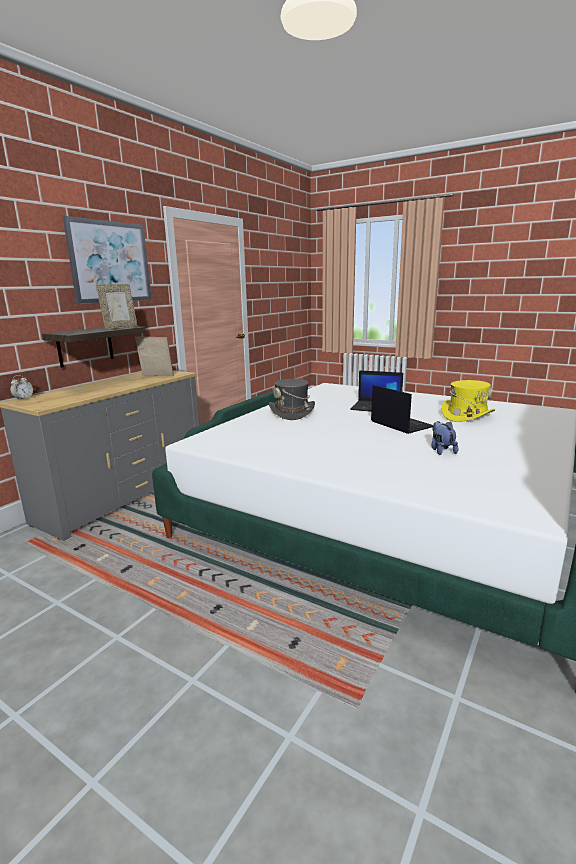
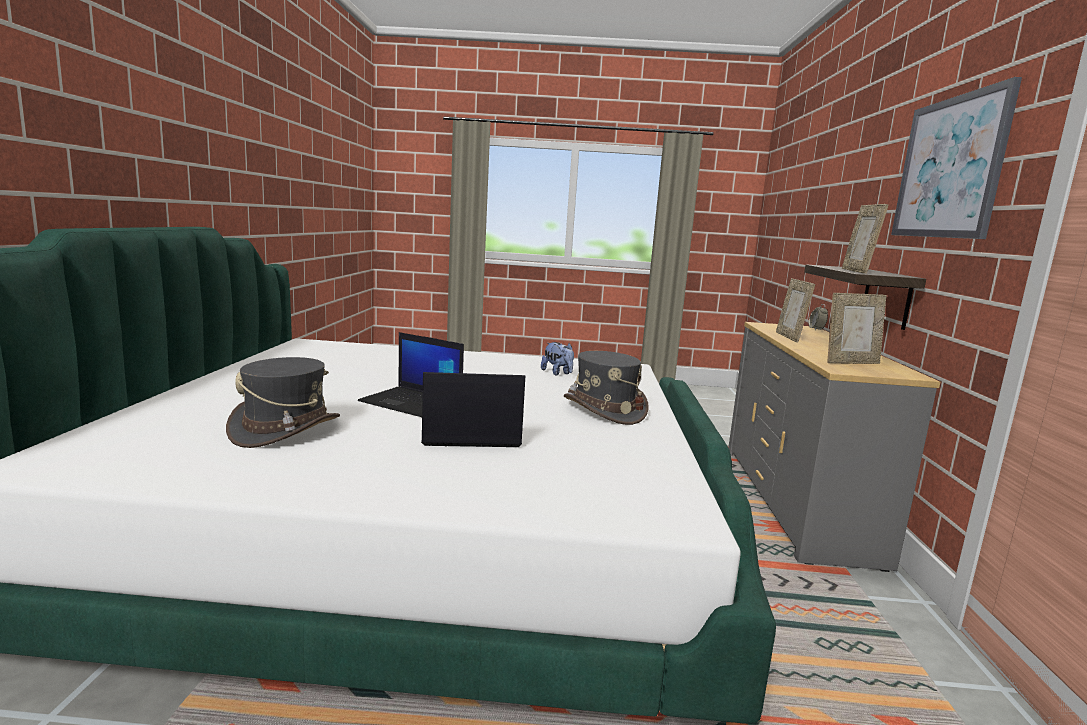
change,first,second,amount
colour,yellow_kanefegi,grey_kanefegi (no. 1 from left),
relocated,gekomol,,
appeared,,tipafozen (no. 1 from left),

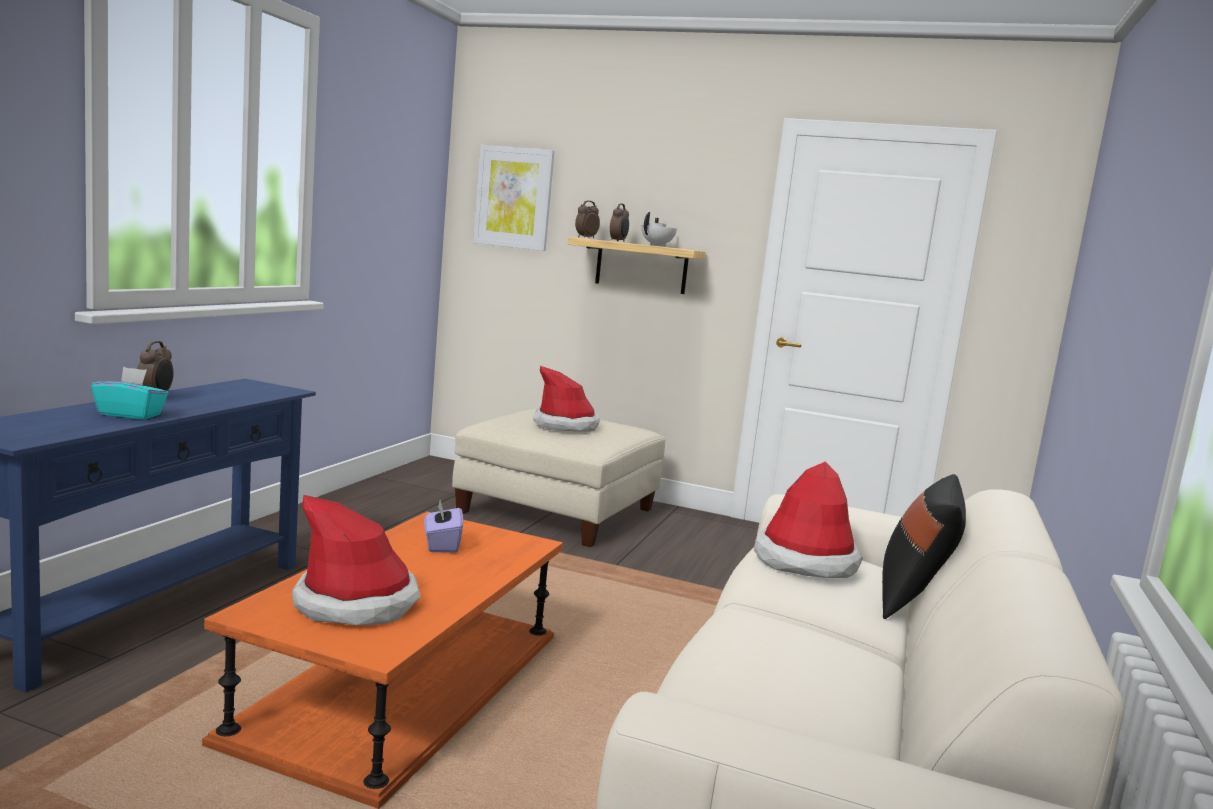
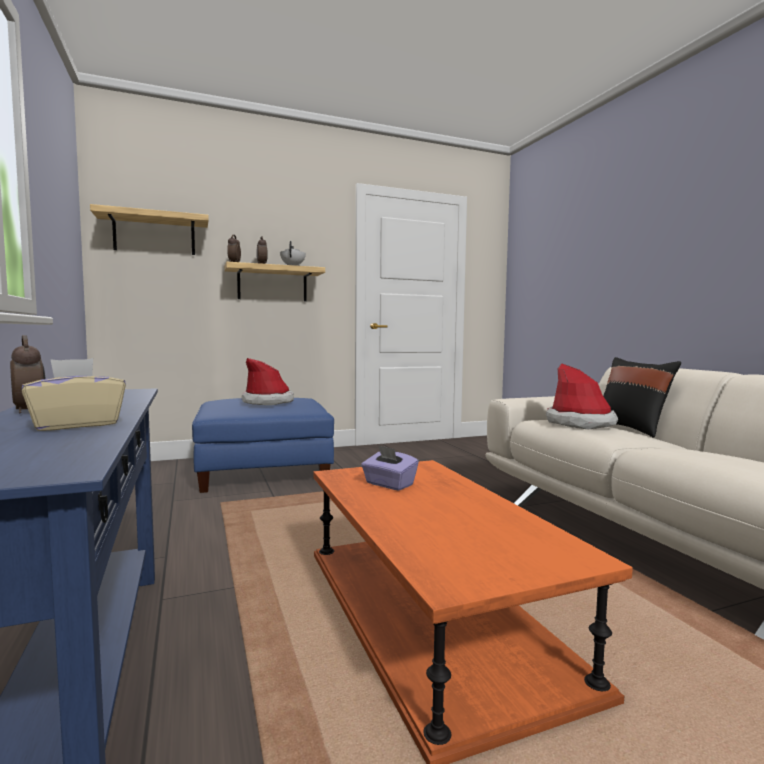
change,first,second,amount
colour,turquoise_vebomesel,beige_vebomesel,
exchanged,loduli,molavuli (no. 1 from left),
colour,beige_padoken,blue_padoken,
missing,kanefegi (no. 1 from left),,

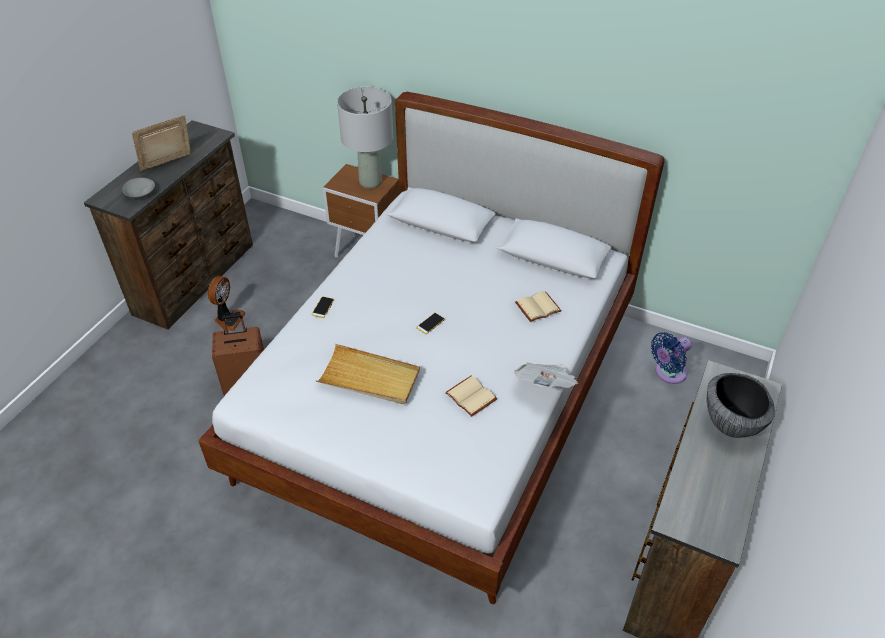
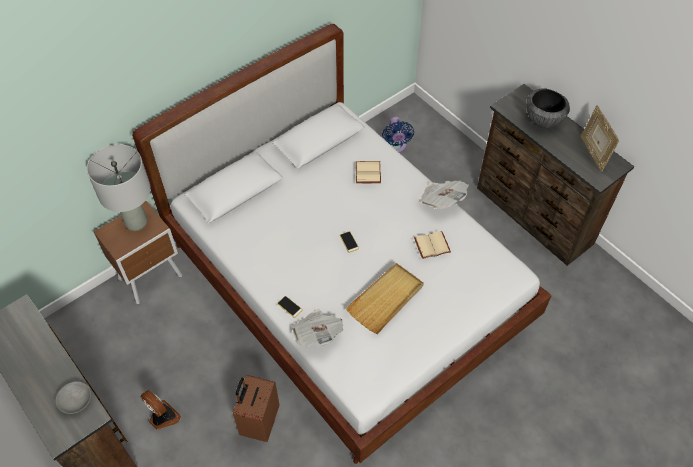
change,first,second,amount
appeared,,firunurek (no. 1 from left),
relocated,tipafozen,,

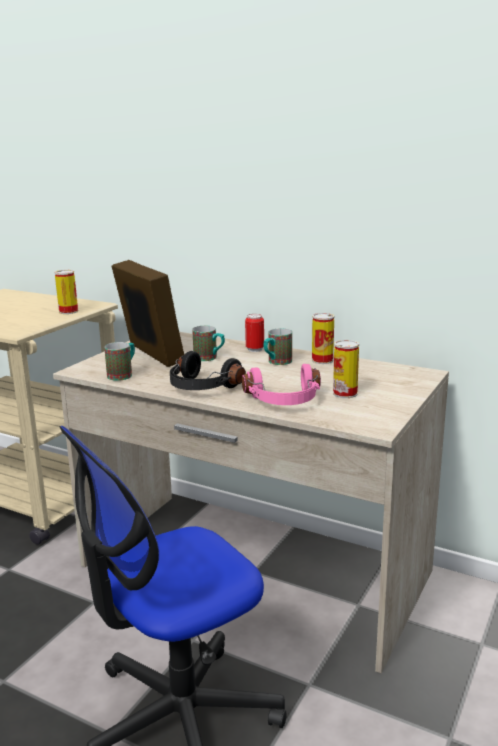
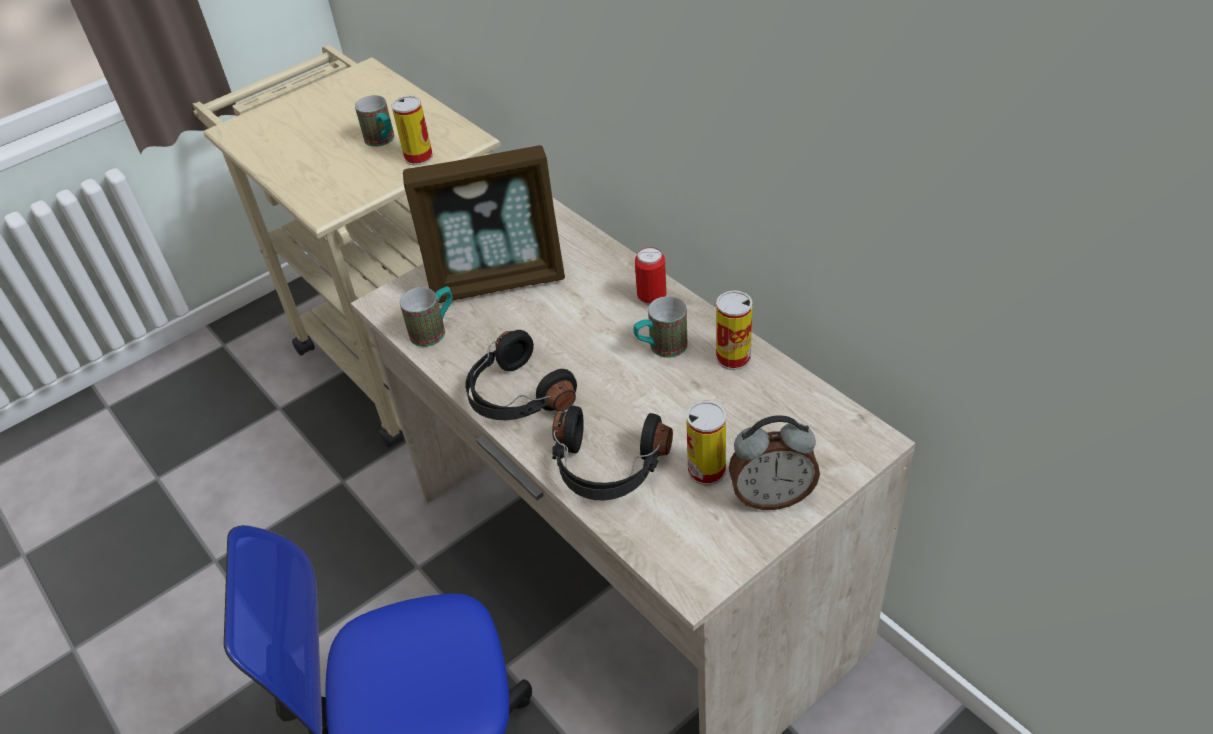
change,first,second,amount
relocated,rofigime (no. 2 from left in the first image),rofigime (no. 1 from left),
spun,tipafozen,,90 degrees clockwise
colour,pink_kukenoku,black_kukenoku (no. 2 from left),
appeared,,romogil,

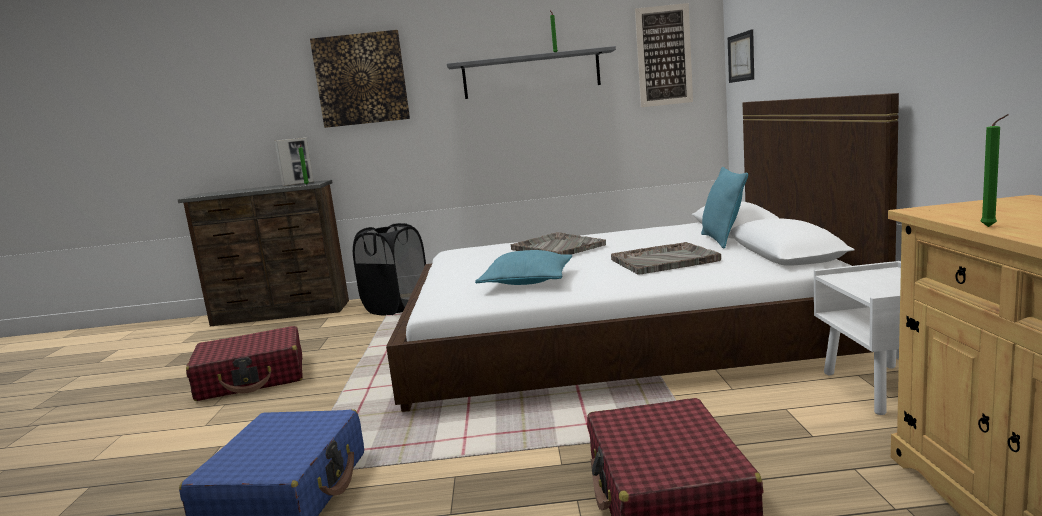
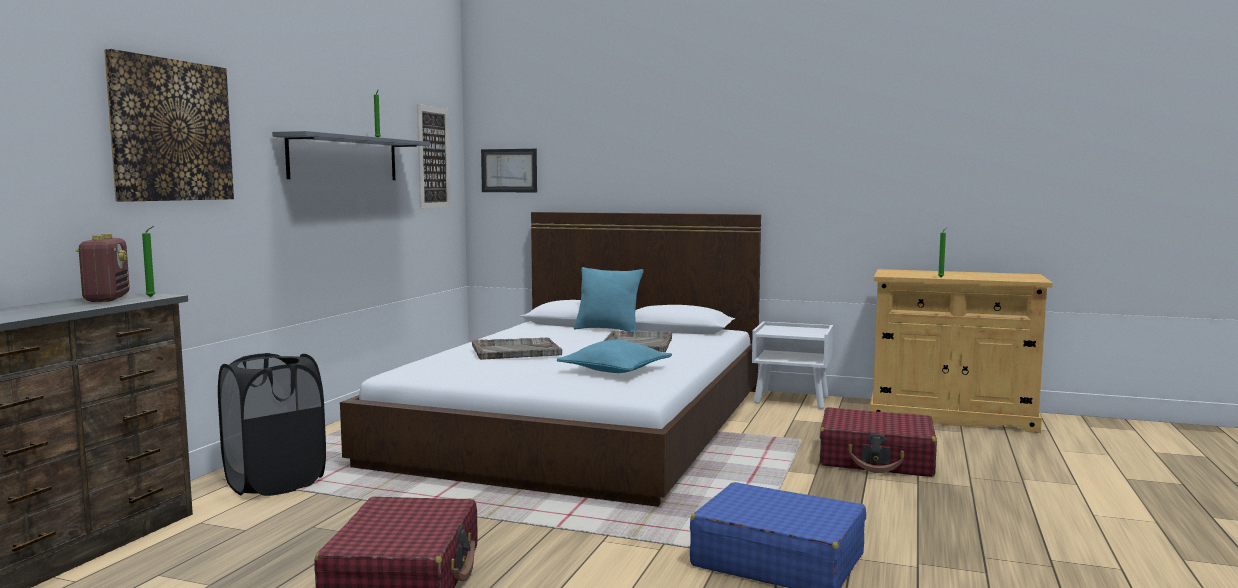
change,first,second,amount
exchanged,tipafozen,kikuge,

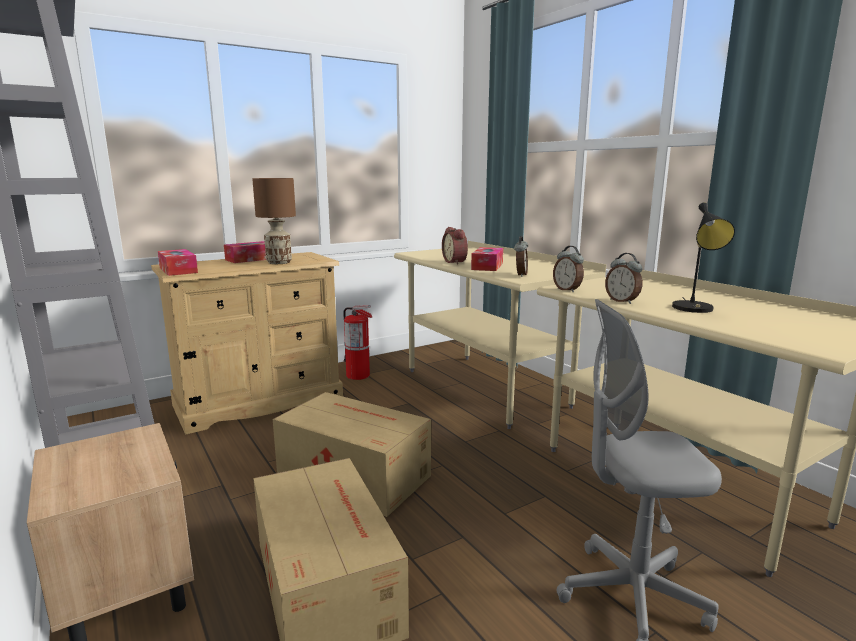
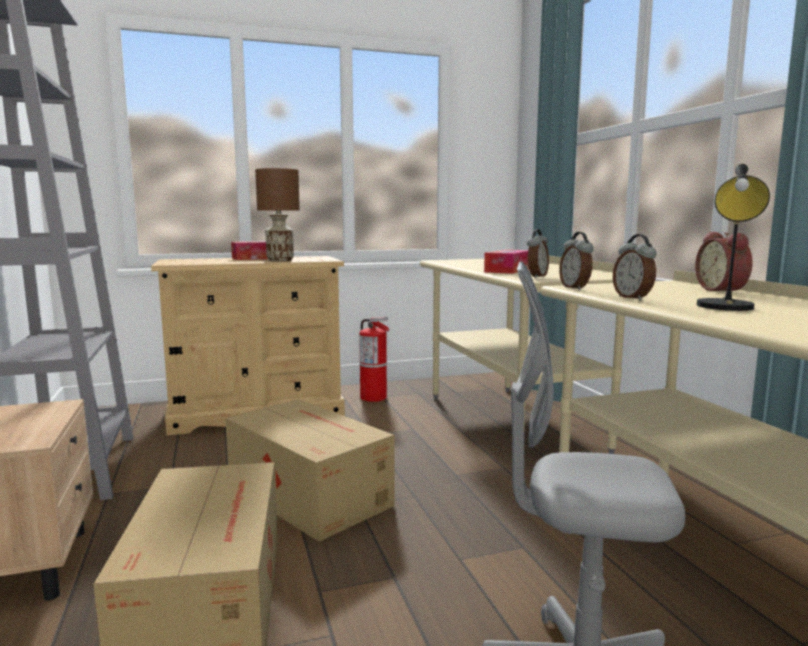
change,first,second,amount
relocated,romogil (no. 1 from left in the first image),romogil (no. 4 from left),
missing,vebomesel (no. 1 from left),,

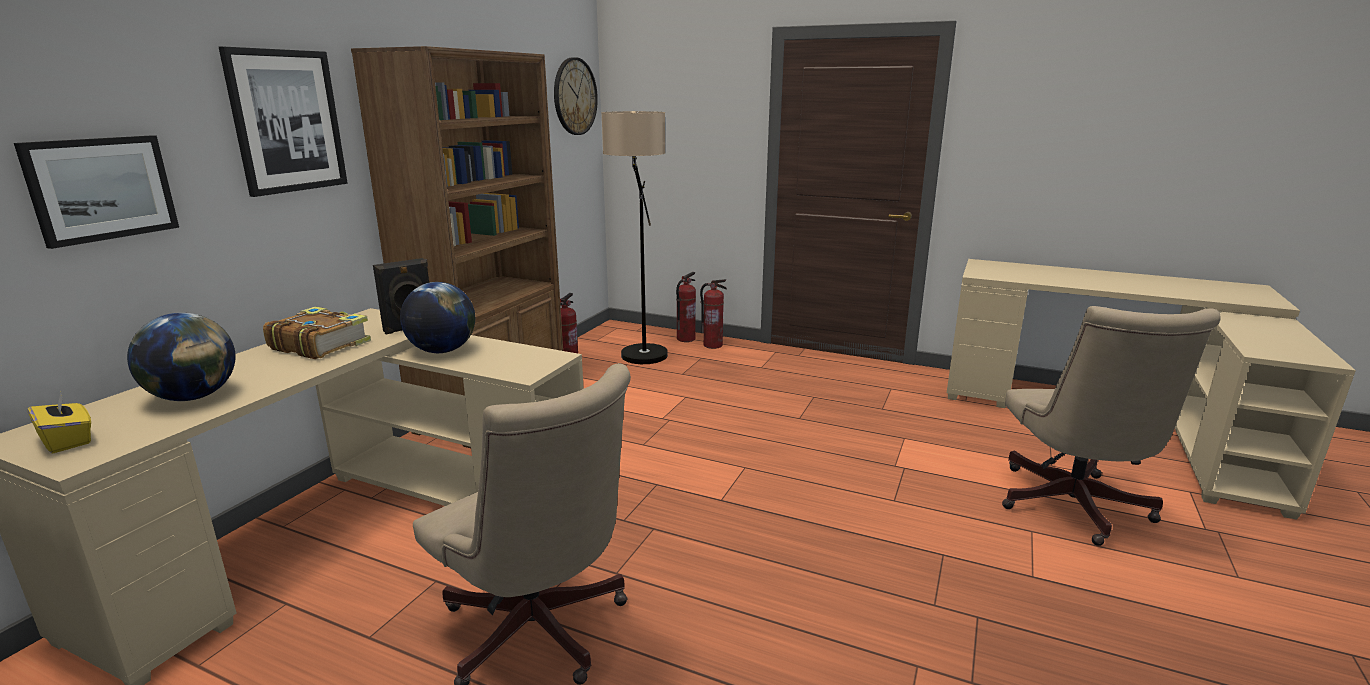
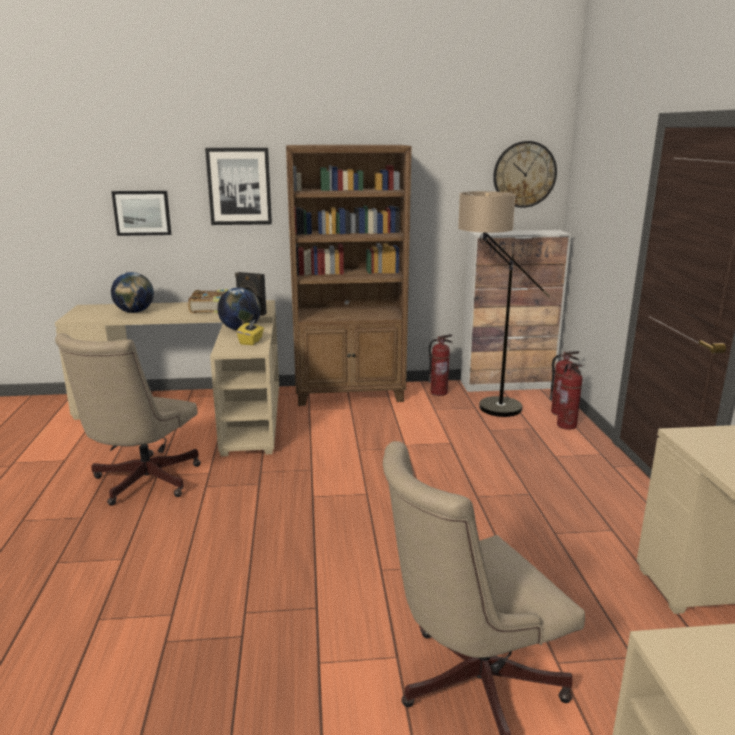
change,first,second,amount
relocated,yellow_vebomesel,,
appeared,,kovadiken,

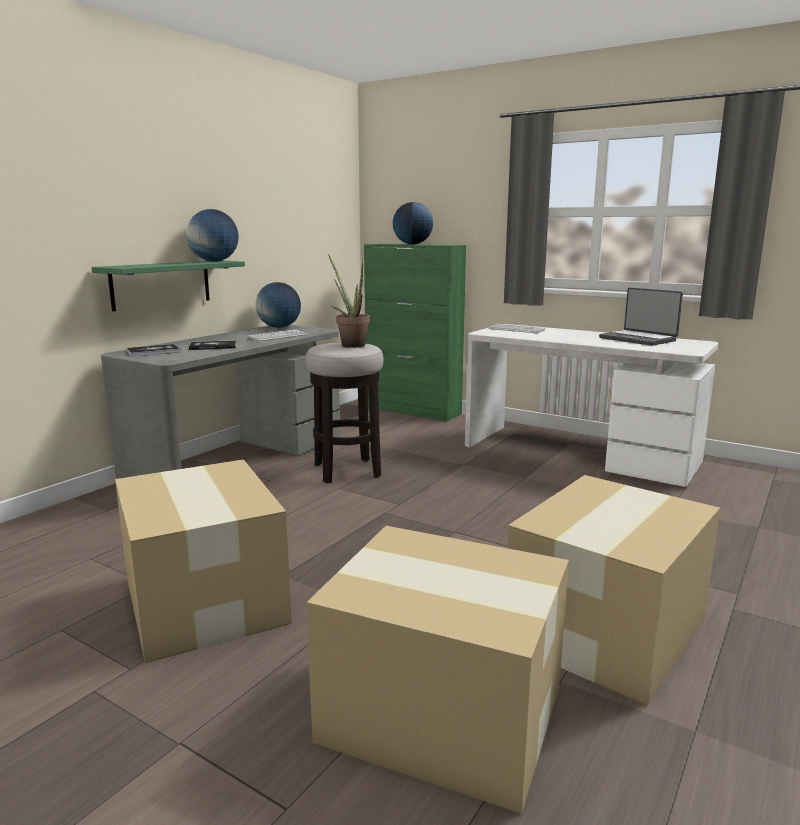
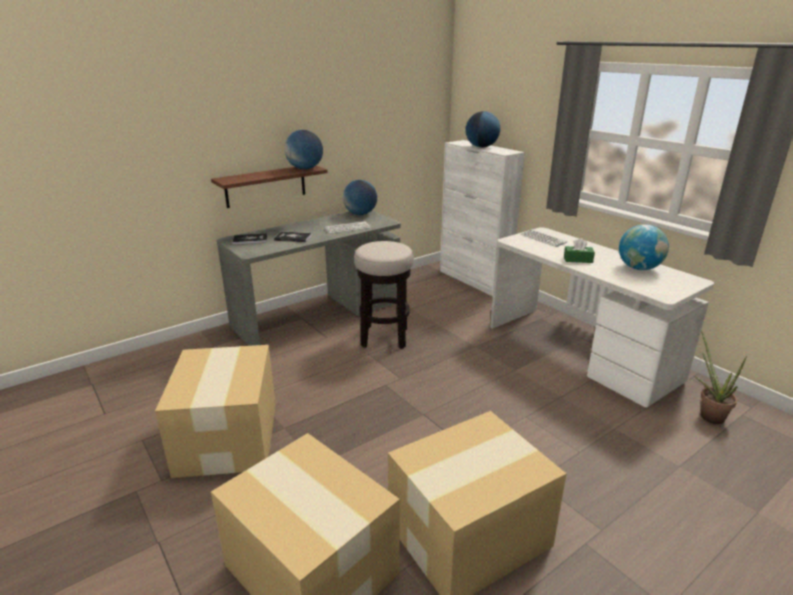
change,first,second,amount
colour,green_molavuli,brown_molavuli,
colour,green_kovadiken,white_kovadiken,
appeared,,green_vebomesel,
exchanged,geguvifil,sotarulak (no. 4 from left),
relocated,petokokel,,

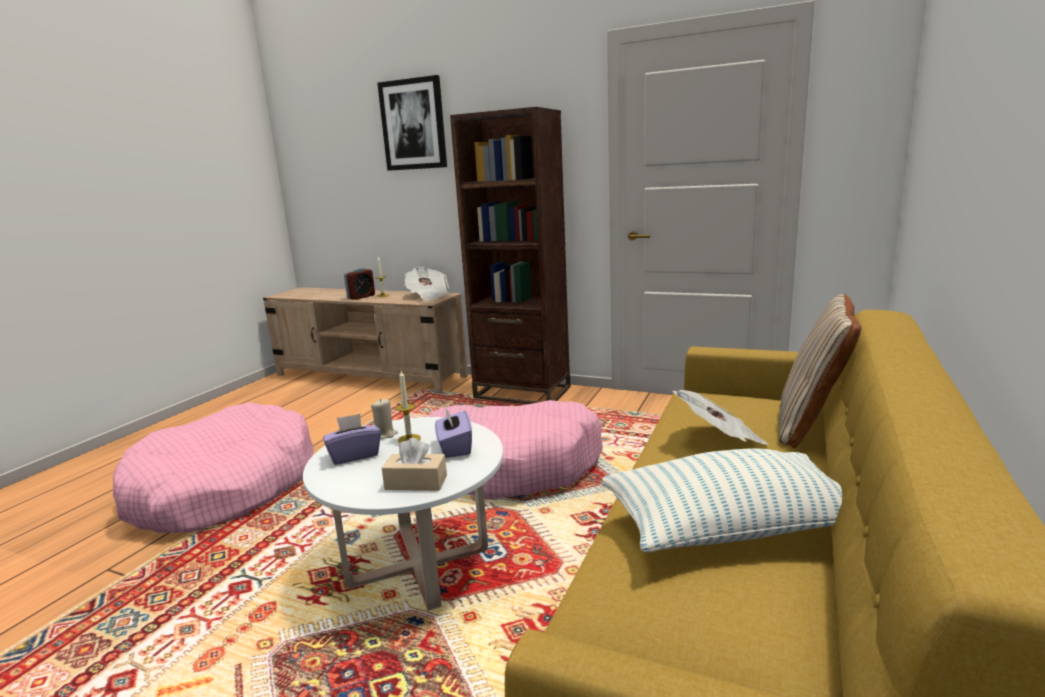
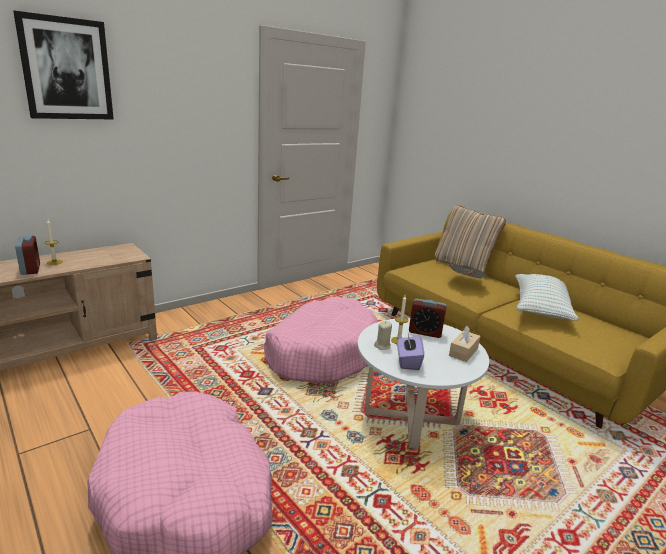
change,first,second,amount
exchanged,purple_vebomesel (no. 2 from left),romogil (no. 2 from left),
missing,firunurek (no. 1 from left),,
missing,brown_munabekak,,

